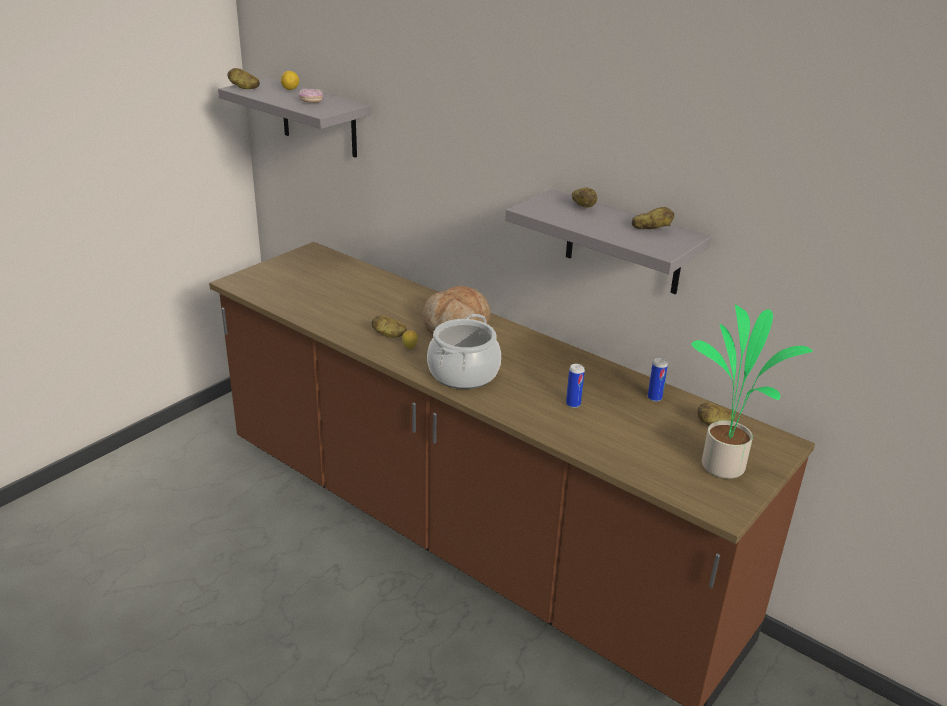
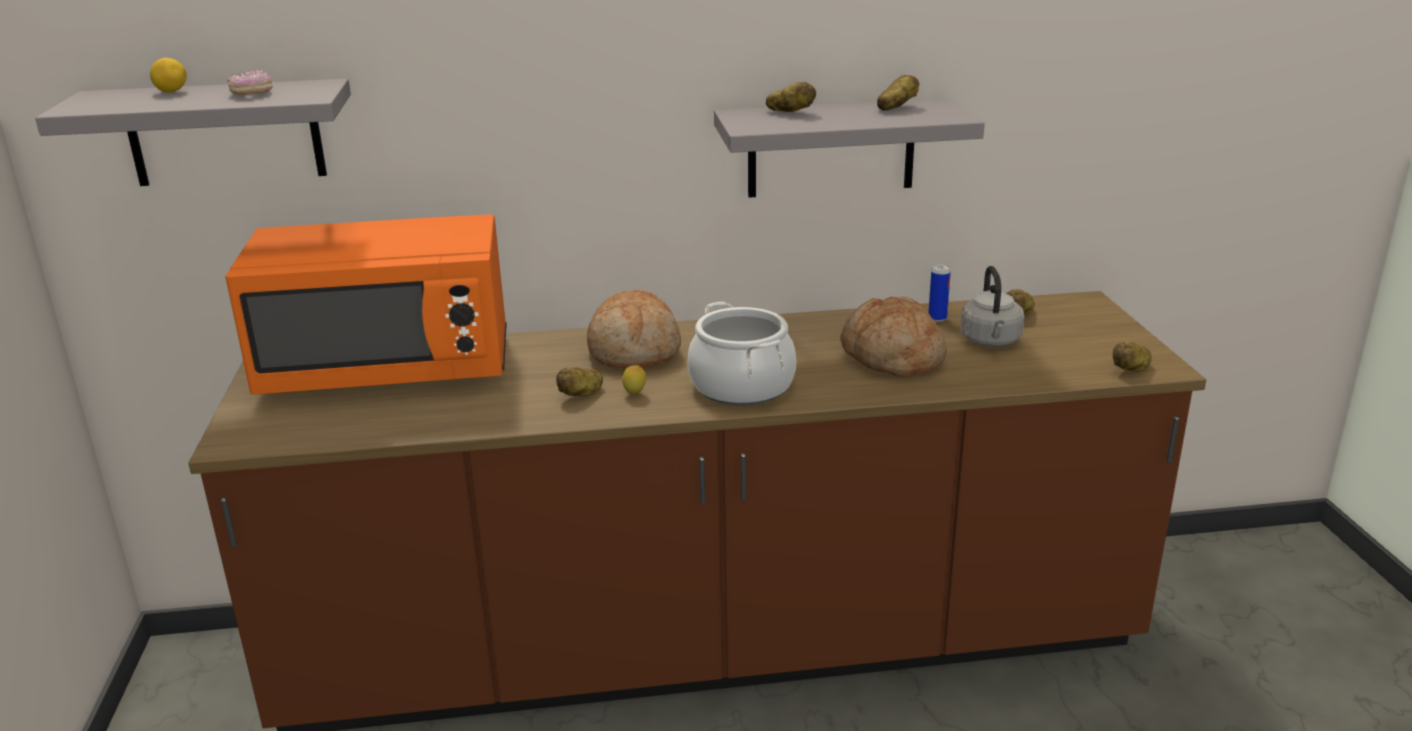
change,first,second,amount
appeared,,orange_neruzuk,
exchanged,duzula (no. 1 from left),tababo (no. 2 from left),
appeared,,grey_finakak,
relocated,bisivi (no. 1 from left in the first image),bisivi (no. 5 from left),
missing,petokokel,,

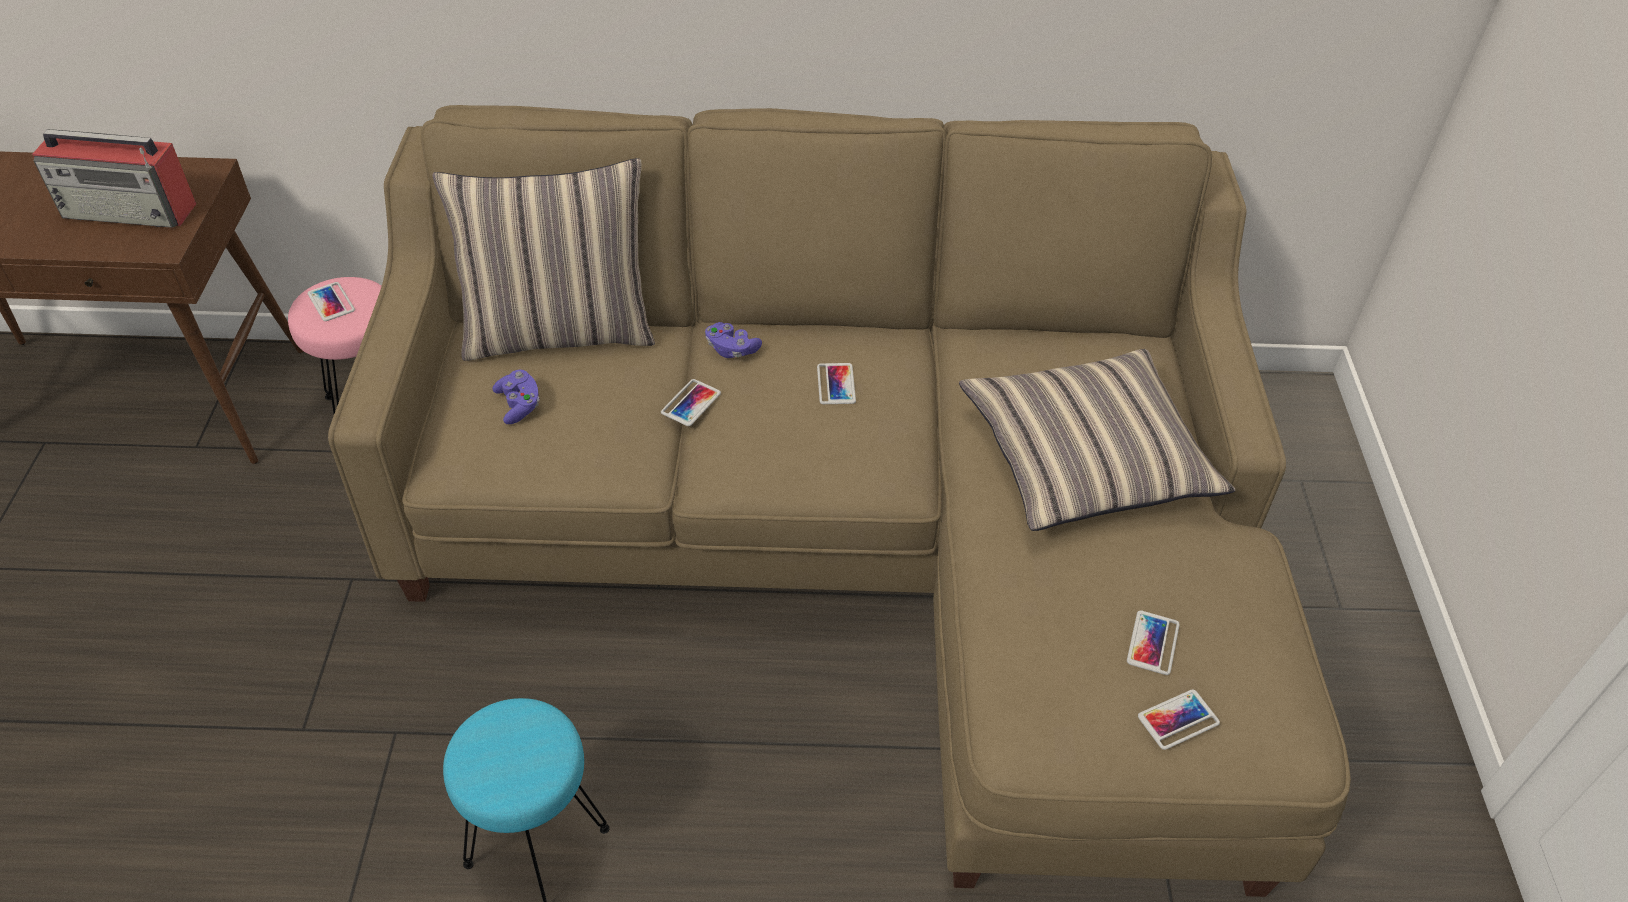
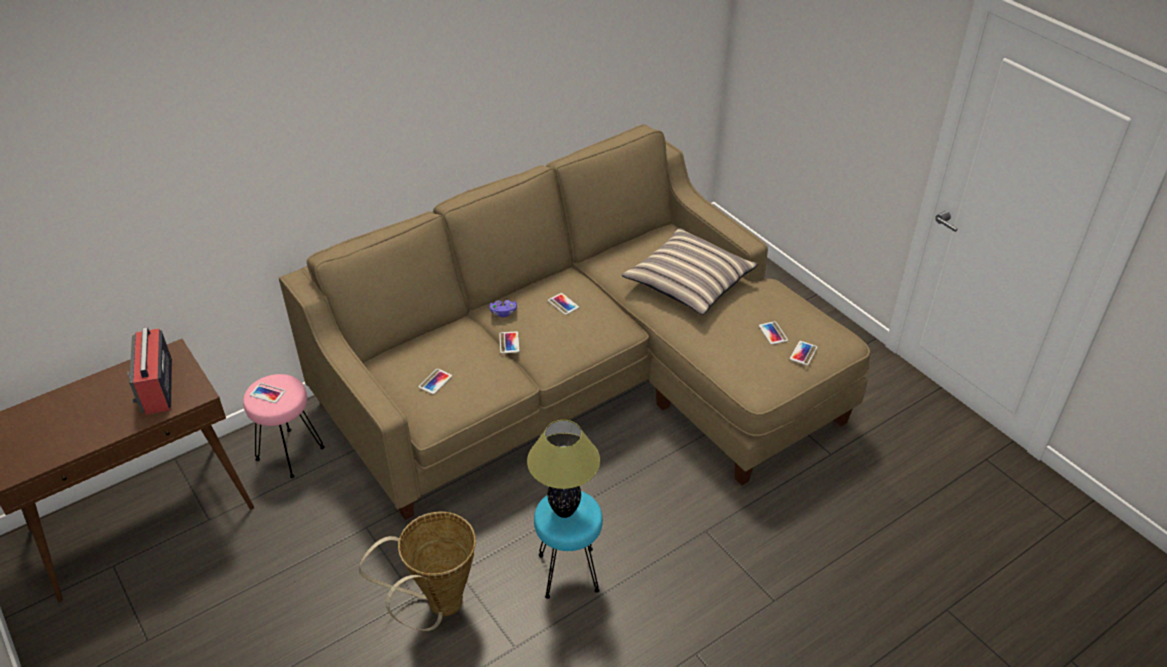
change,first,second,amount
spun,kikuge,,105 degrees clockwise
appeared,,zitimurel,
exchanged,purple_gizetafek (no. 1 from left),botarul (no. 2 from left),
appeared,,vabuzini,
missing,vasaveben (no. 1 from left),,

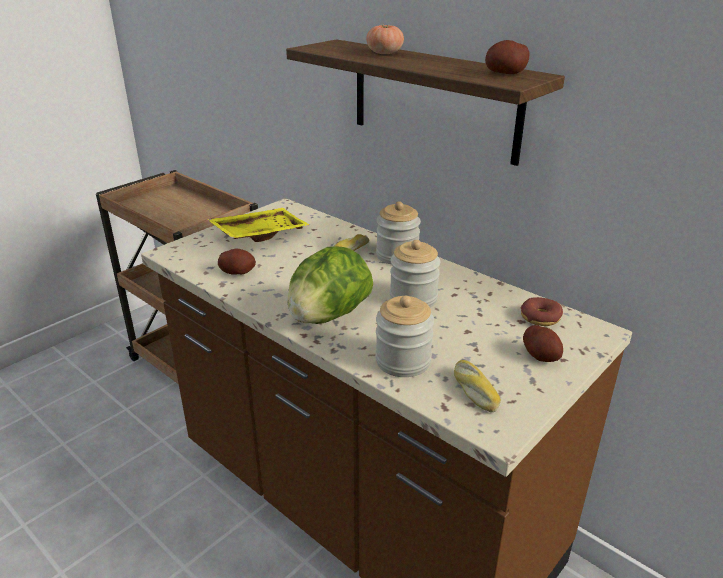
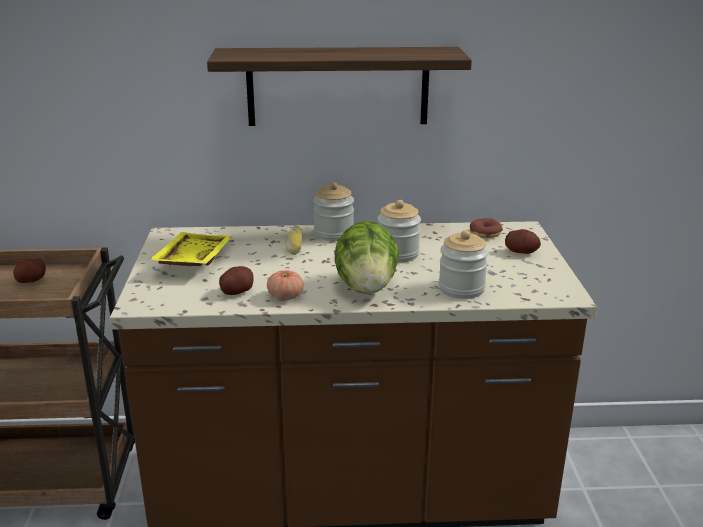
change,first,second,amount
relocated,bisivi (no. 2 from left in the first image),bisivi (no. 1 from left),
relocated,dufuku,,
missing,tababo (no. 2 from left),,

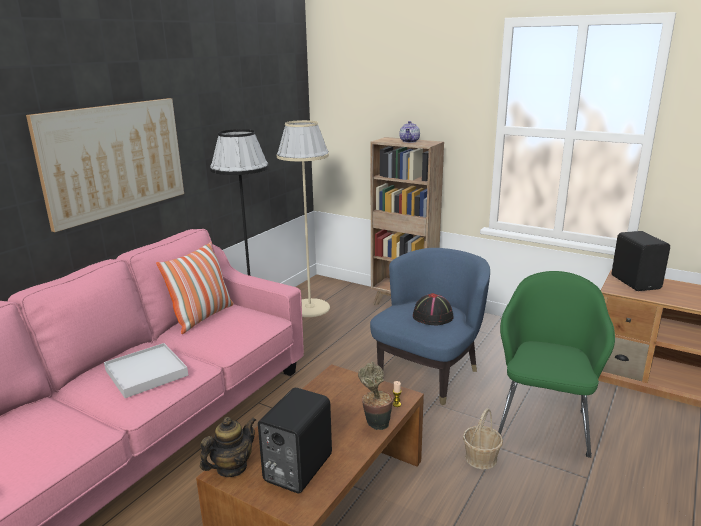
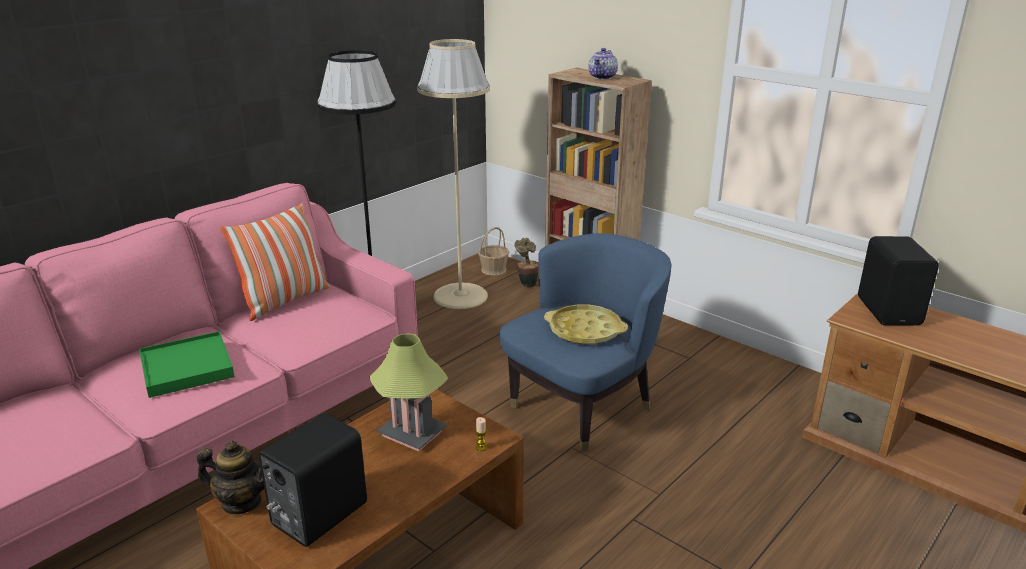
change,first,second,amount
colour,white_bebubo,green_bebubo,
spun,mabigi (no. 1 from left),,45 degrees clockwise
appeared,,vabuzini,
relocated,zitimurel,,
relocated,petokokel,,
exchanged,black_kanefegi,yellow_bebubo,
missing,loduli,,
missing,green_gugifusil,,

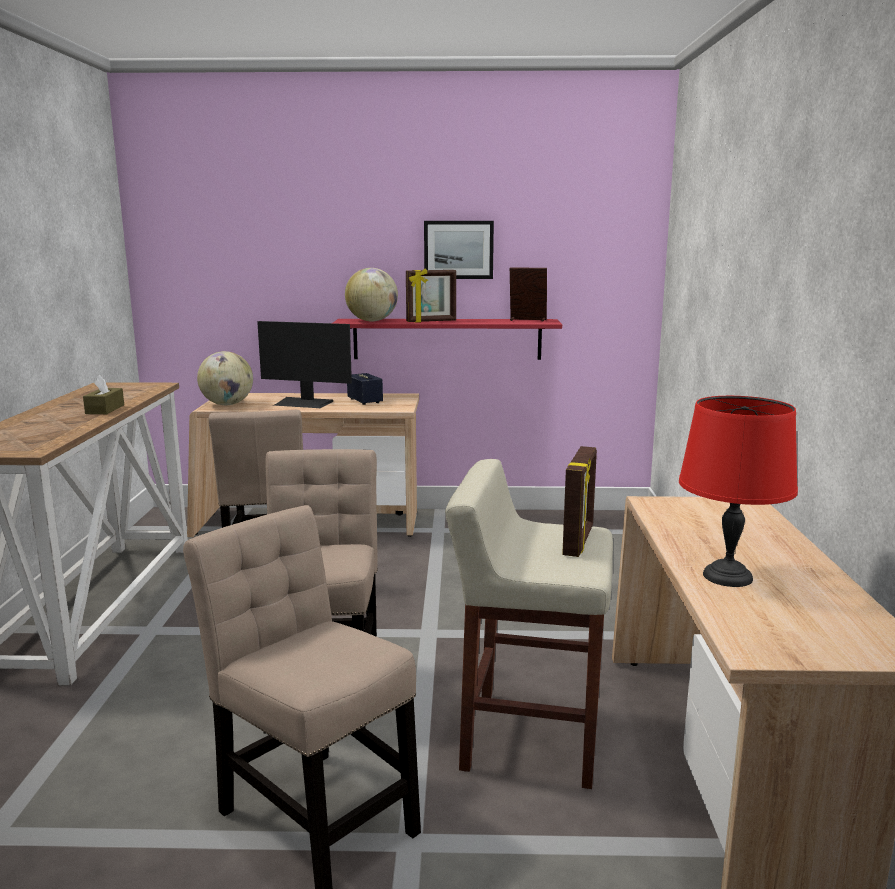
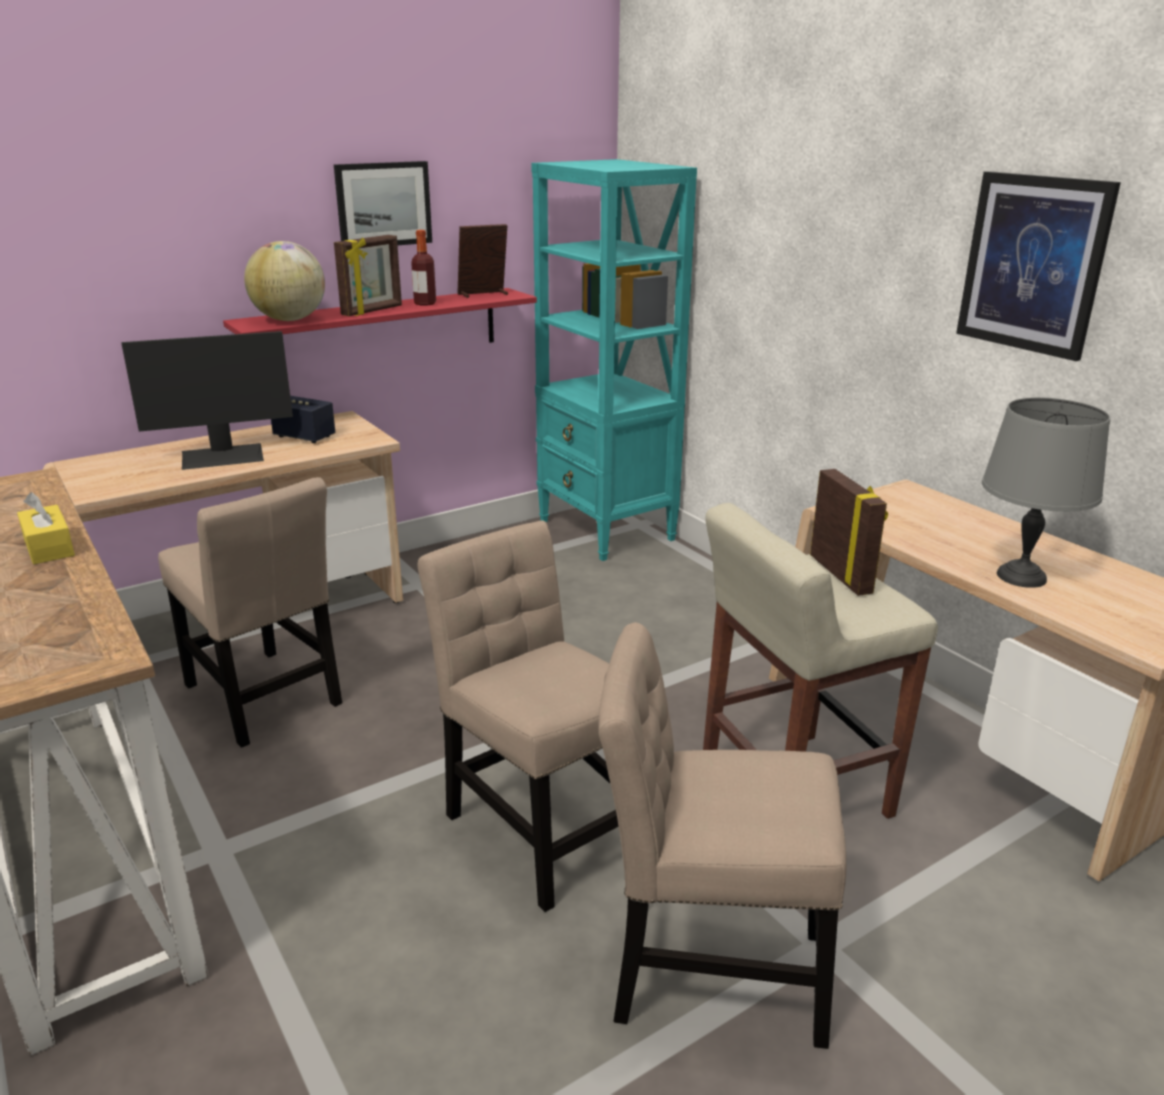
change,first,second,amount
colour,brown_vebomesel,yellow_vebomesel,
appeared,,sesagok,
appeared,,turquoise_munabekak,
appeared,,loduli (no. 2 from left),
colour,red_vabuzini,grey_vabuzini,
missing,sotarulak (no. 1 from left),,

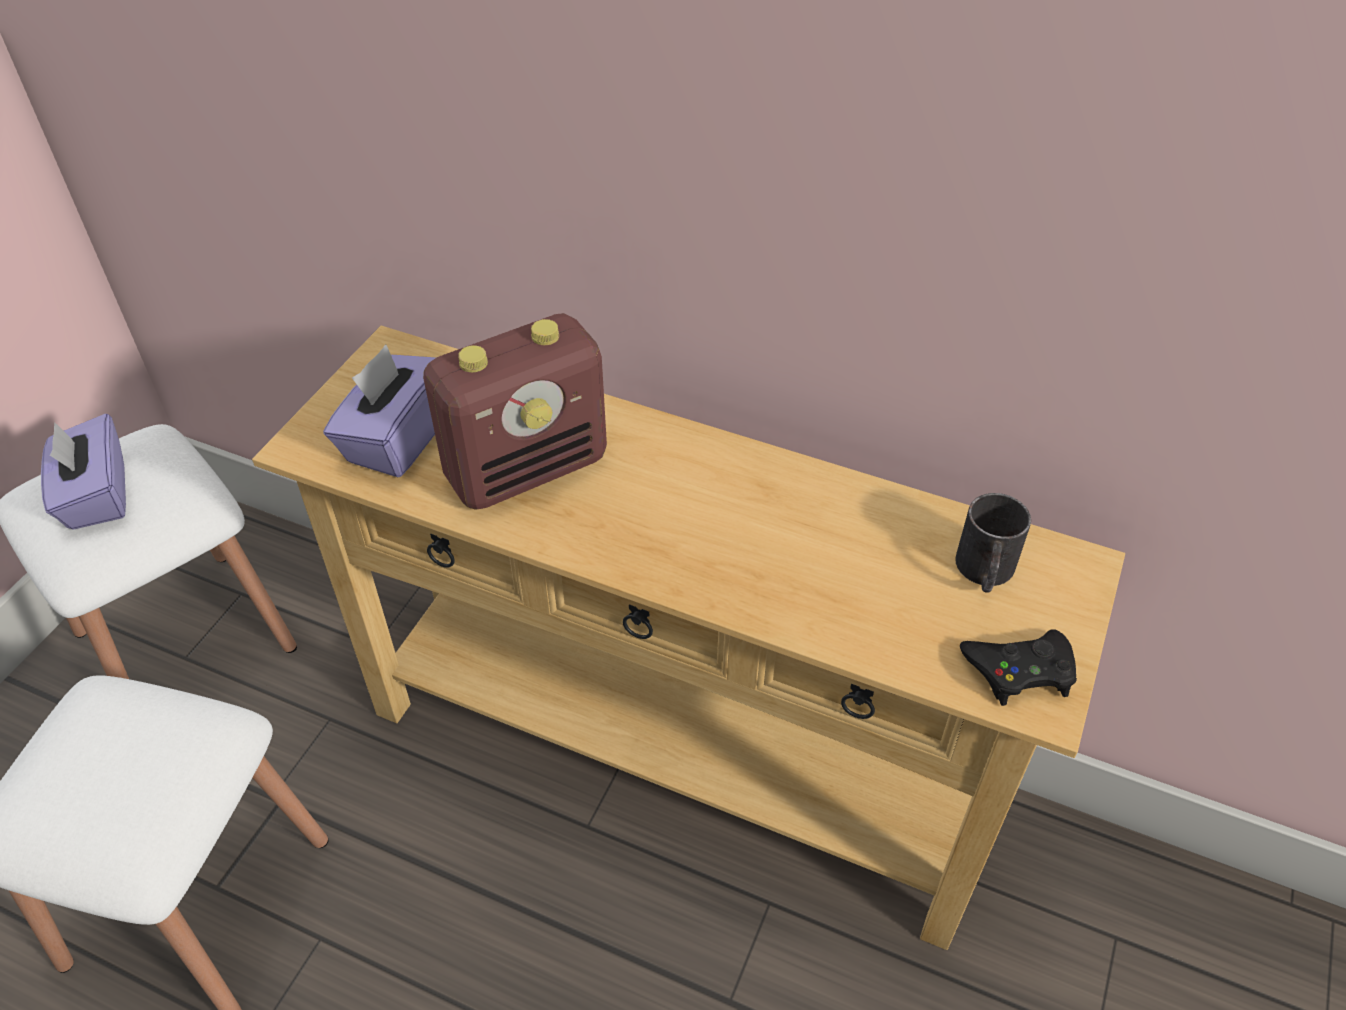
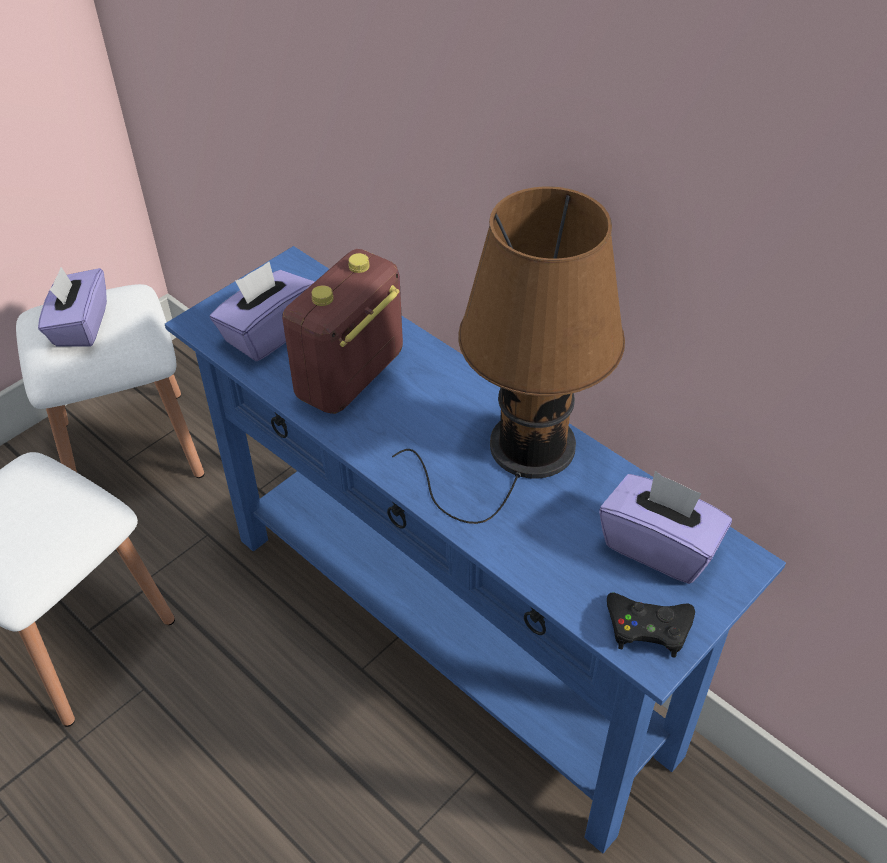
change,first,second,amount
colour,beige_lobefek,blue_lobefek,
spun,kikuge,,135 degrees clockwise
appeared,,brown_vabuzini,
exchanged,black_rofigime,purple_vebomesel (no. 3 from left),

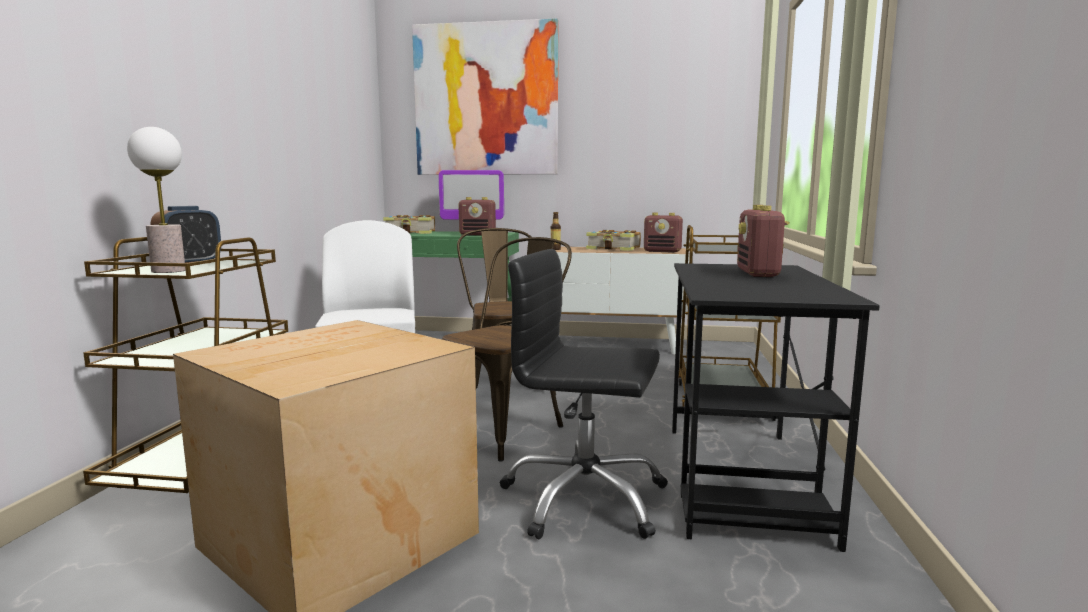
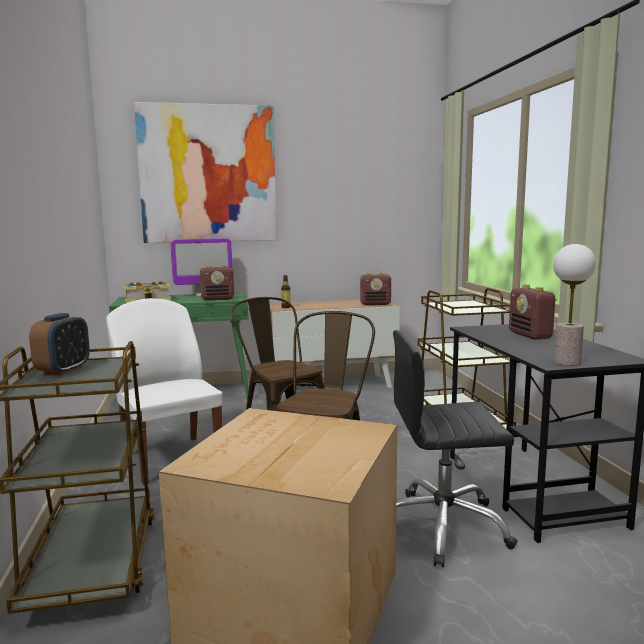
change,first,second,amount
relocated,vabuzini,,
missing,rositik (no. 2 from left),,

